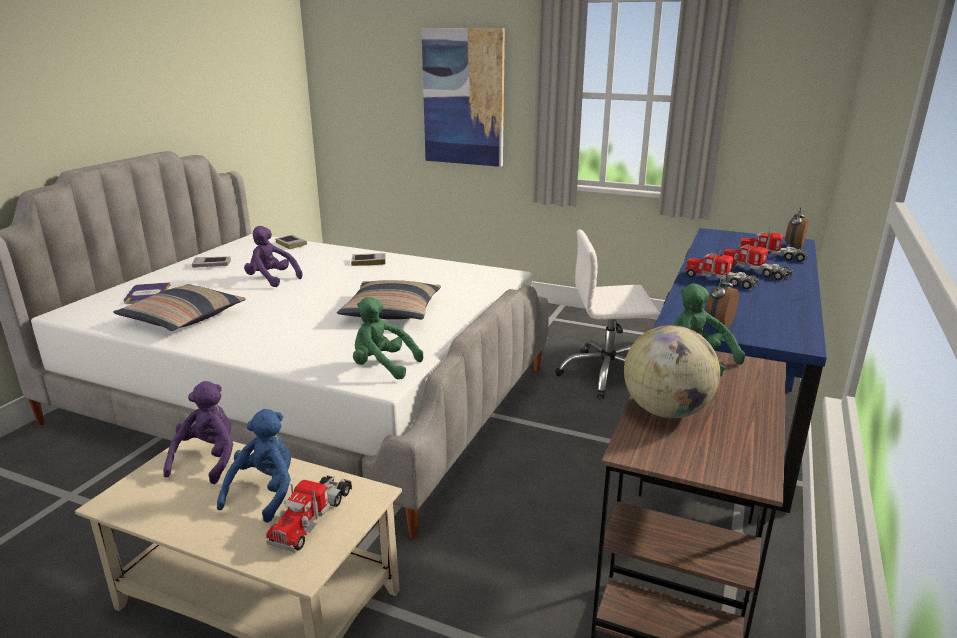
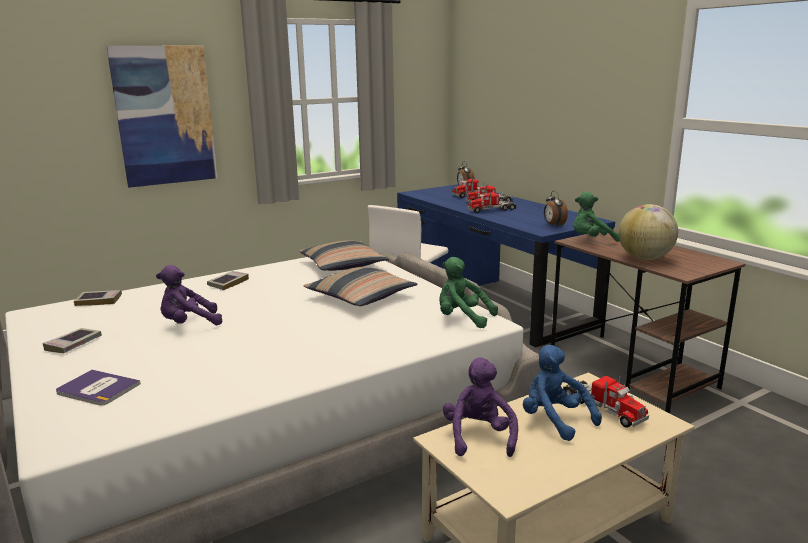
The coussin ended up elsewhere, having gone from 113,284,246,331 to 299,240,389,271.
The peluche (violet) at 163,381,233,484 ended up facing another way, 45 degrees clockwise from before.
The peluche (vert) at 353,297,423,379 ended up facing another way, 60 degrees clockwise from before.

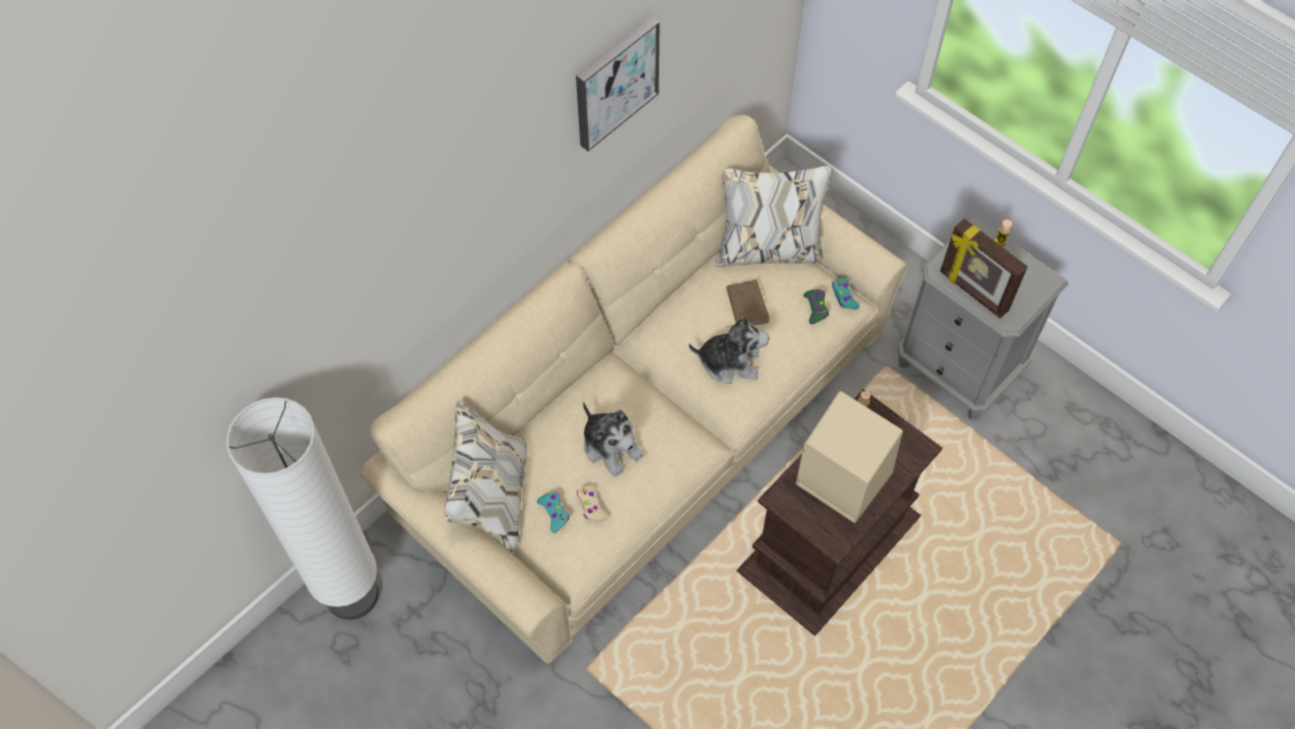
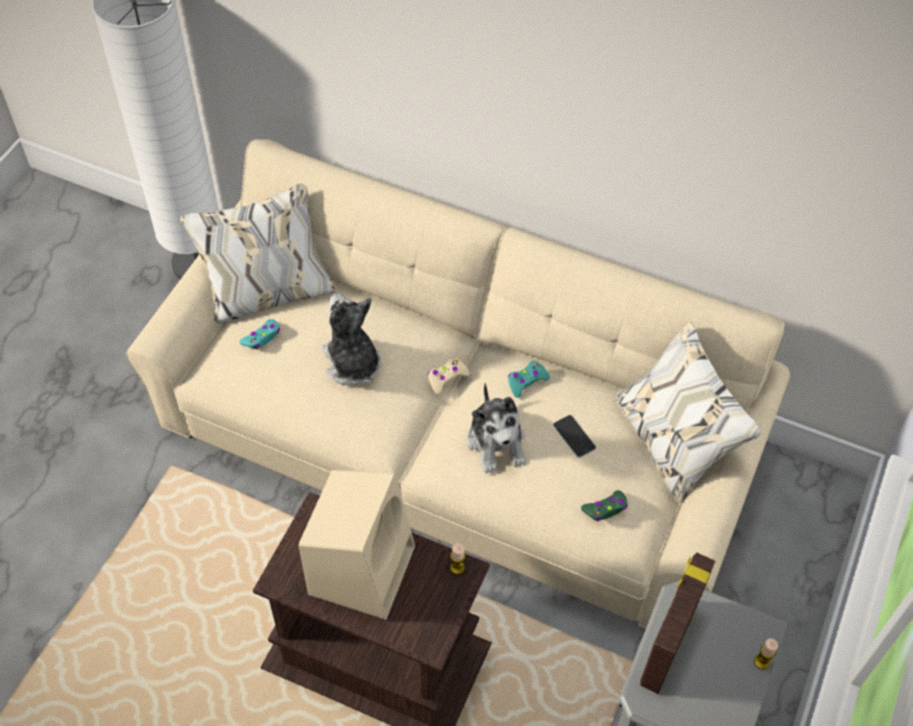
The second view lost the tableau at 576,16,660,151.
The manette (beige) ended up elsewhere, having gone from 577,485,607,521 to 428,357,470,394.
The manette (turquoise) ended up elsewhere, having gone from 832,278,860,310 to 508,361,550,398.
Where the livre (marron) stood at 726,280,770,327, the téléphone came to stand at 553,415,596,458.
The peluche at 583,402,644,477 ended up facing another way, 120 degrees clockwise from before.

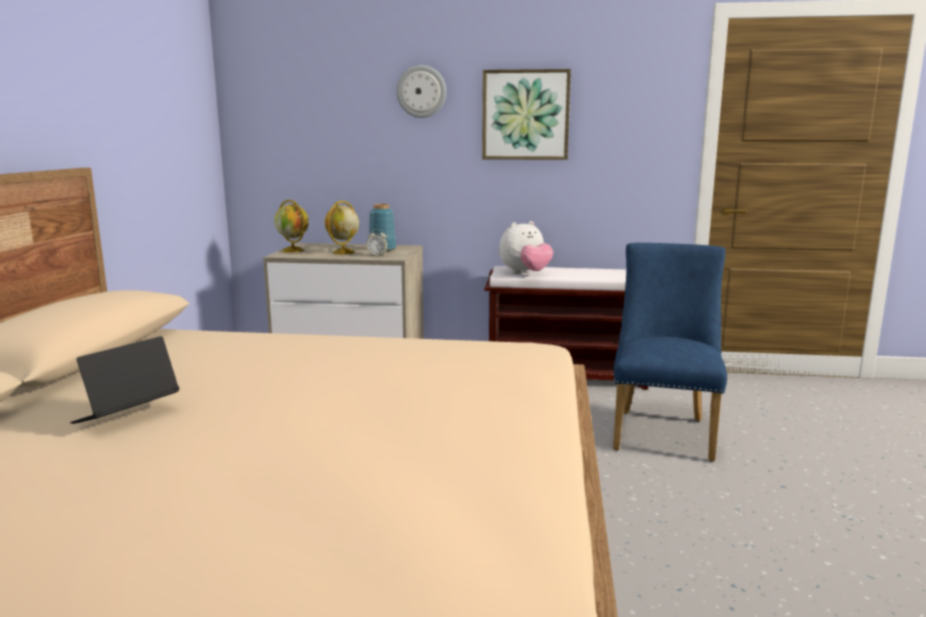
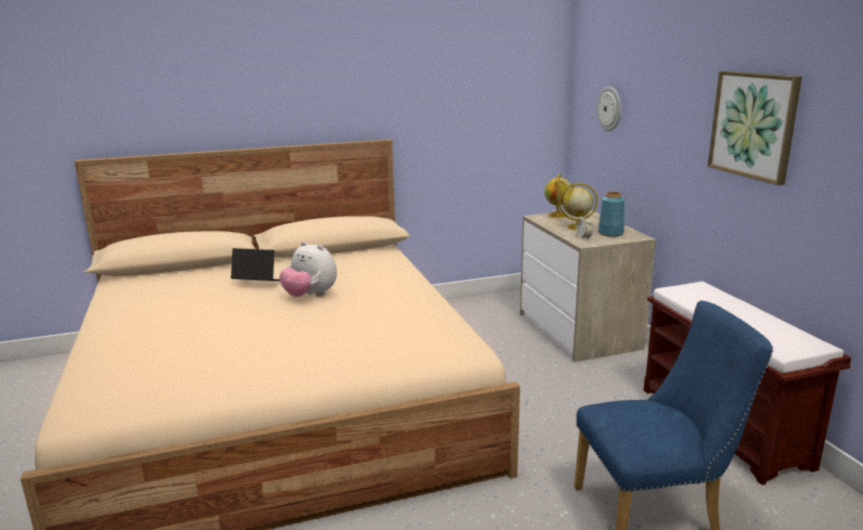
The horloge murale ended up elsewhere, having gone from 396,65,446,118 to 597,86,621,131.
The peluche ended up elsewhere, having gone from 499,221,553,274 to 279,242,337,297.

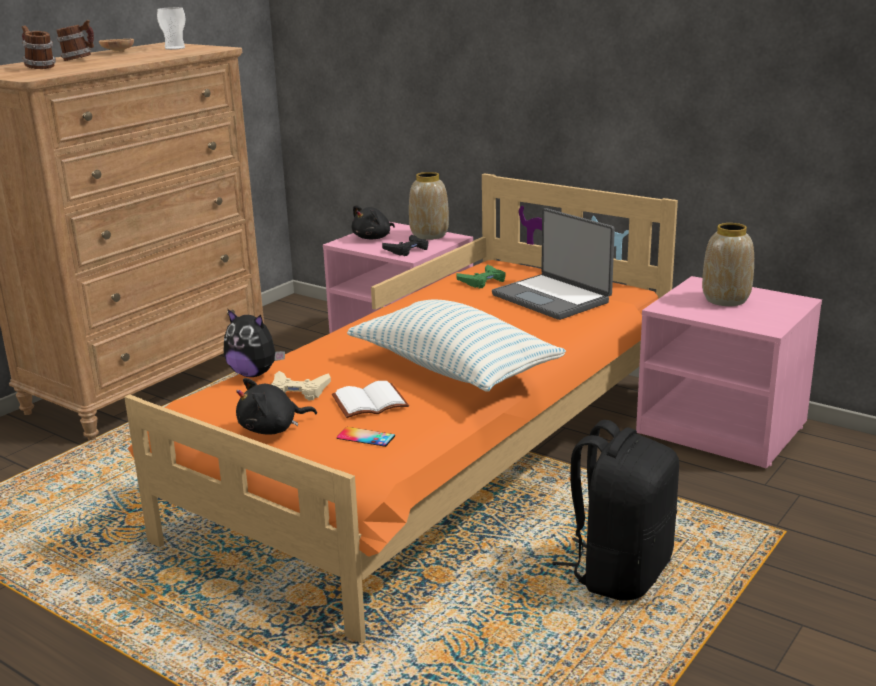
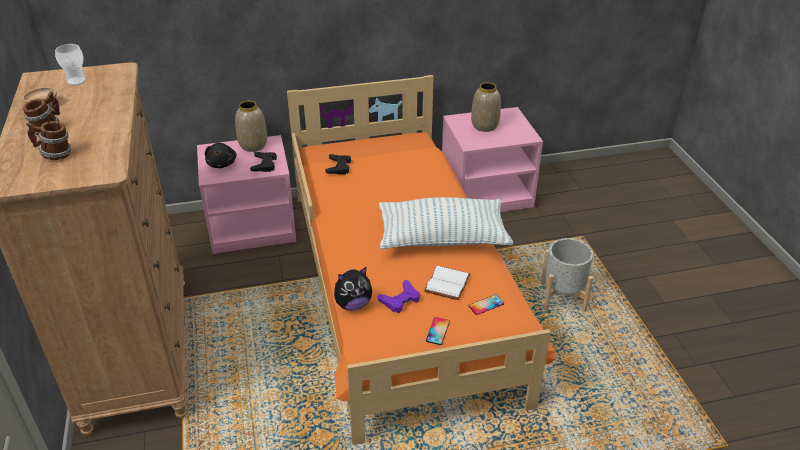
The second view lost the ordinateur portable at 492,208,615,320.
Where the peluche (noir) stood at 236,378,317,435, the téléphone came to stand at 426,317,450,345.
Where the sac à dos (noir) stood at 552,420,679,601, the cache-pot (gris) came to stand at 541,238,593,312.
What was the manette (beige) at 271,371,331,401 turned into the manette (violet) at 378,280,420,313.
What was the manette (vert) at 456,264,506,288 turned into the manette (noir) at 326,154,351,175.

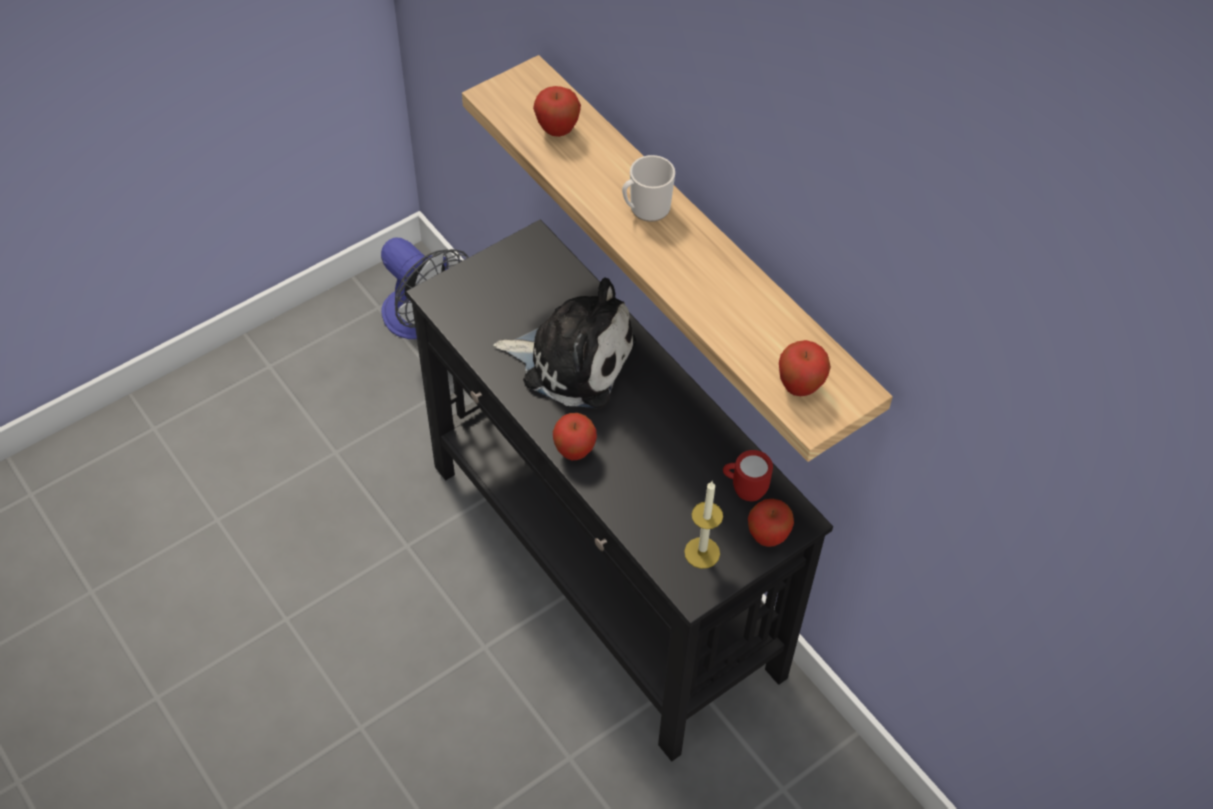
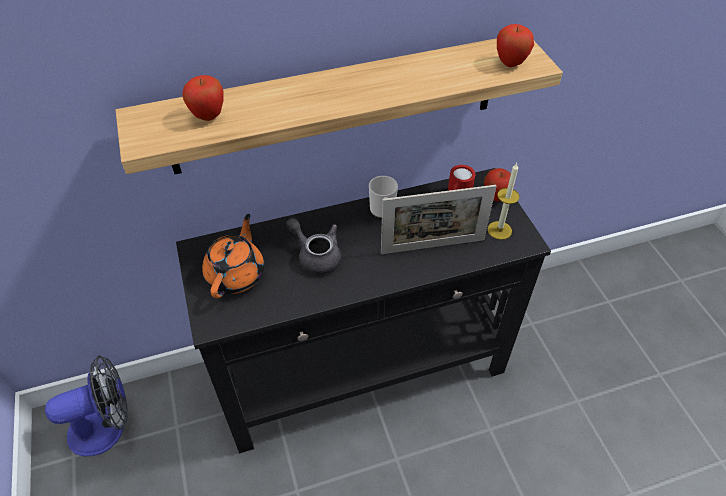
The second view lost the pomme at 553,413,597,460.
The second view gained the théière (orange) at 202,214,264,298.
The second view gained the cadre photo at 381,185,496,254.
The mug ended up elsewhere, having gone from 622,155,675,222 to 369,176,398,218.
Where the peluche stood at 493,277,636,409, the théière (gris) came to stand at 286,218,341,275.

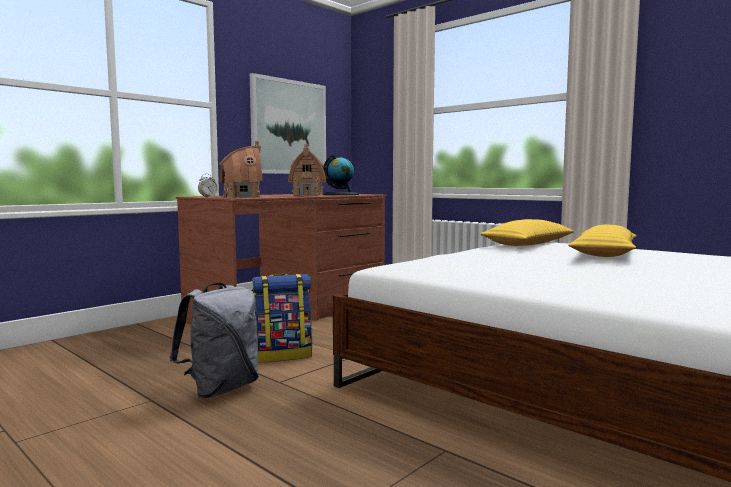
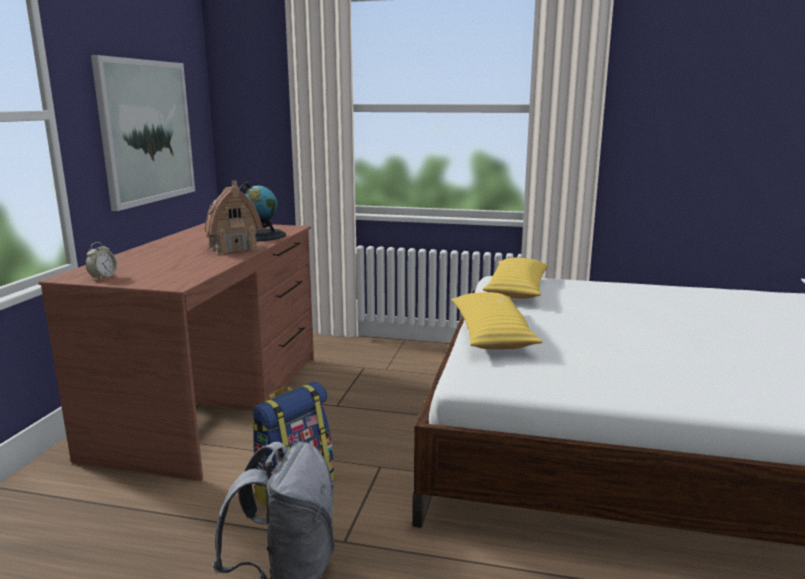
The second view lost the maison miniature at 219,141,263,198.
The coussin (jaune) ended up elsewhere, having gone from 568,225,637,257 to 451,292,543,349.

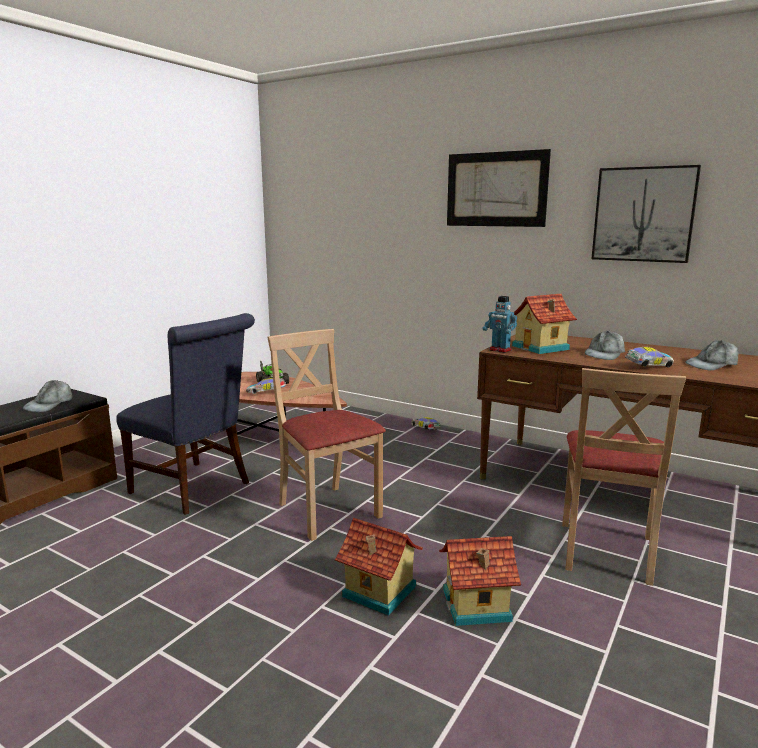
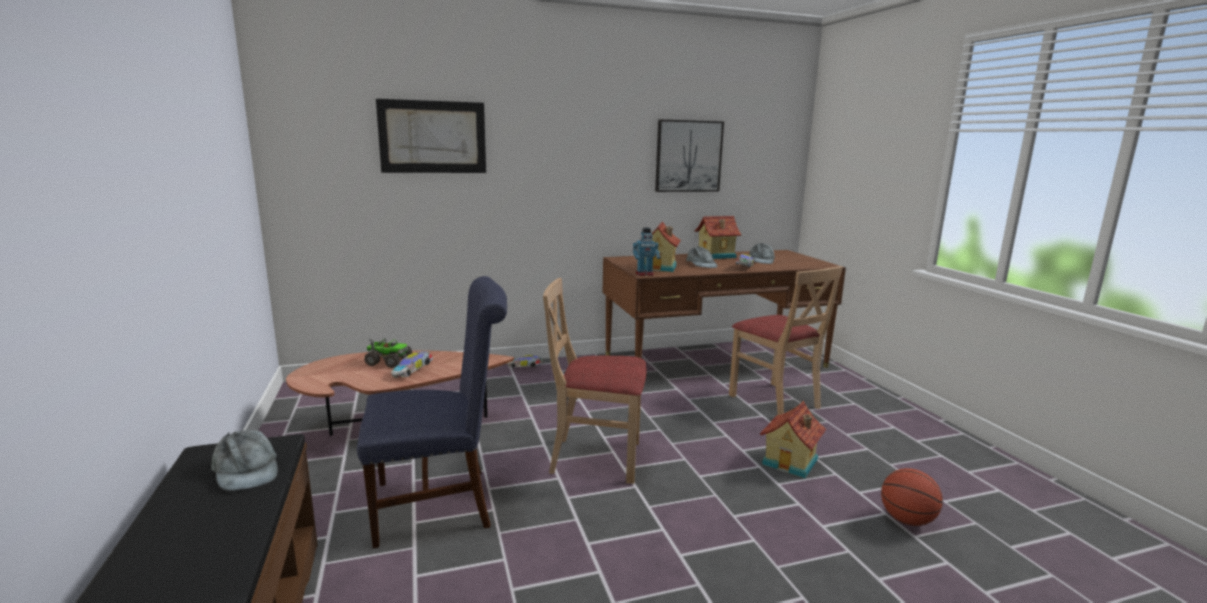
The second view gained the ballon de basket at 881,468,943,526.
The maison miniature ended up elsewhere, having gone from 335,518,423,616 to 695,216,741,259.
The tableau ended up elsewhere, having gone from 447,149,551,227 to 376,99,486,173.

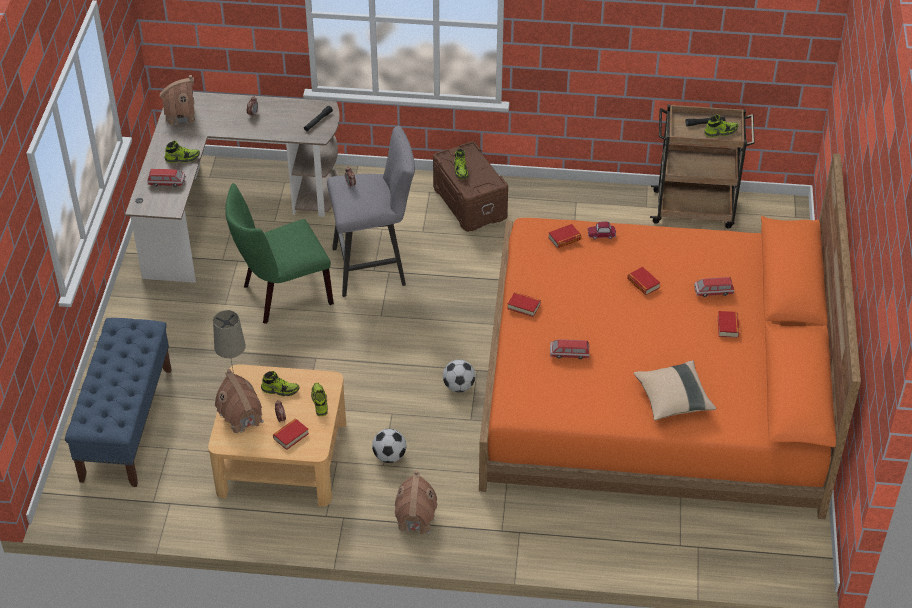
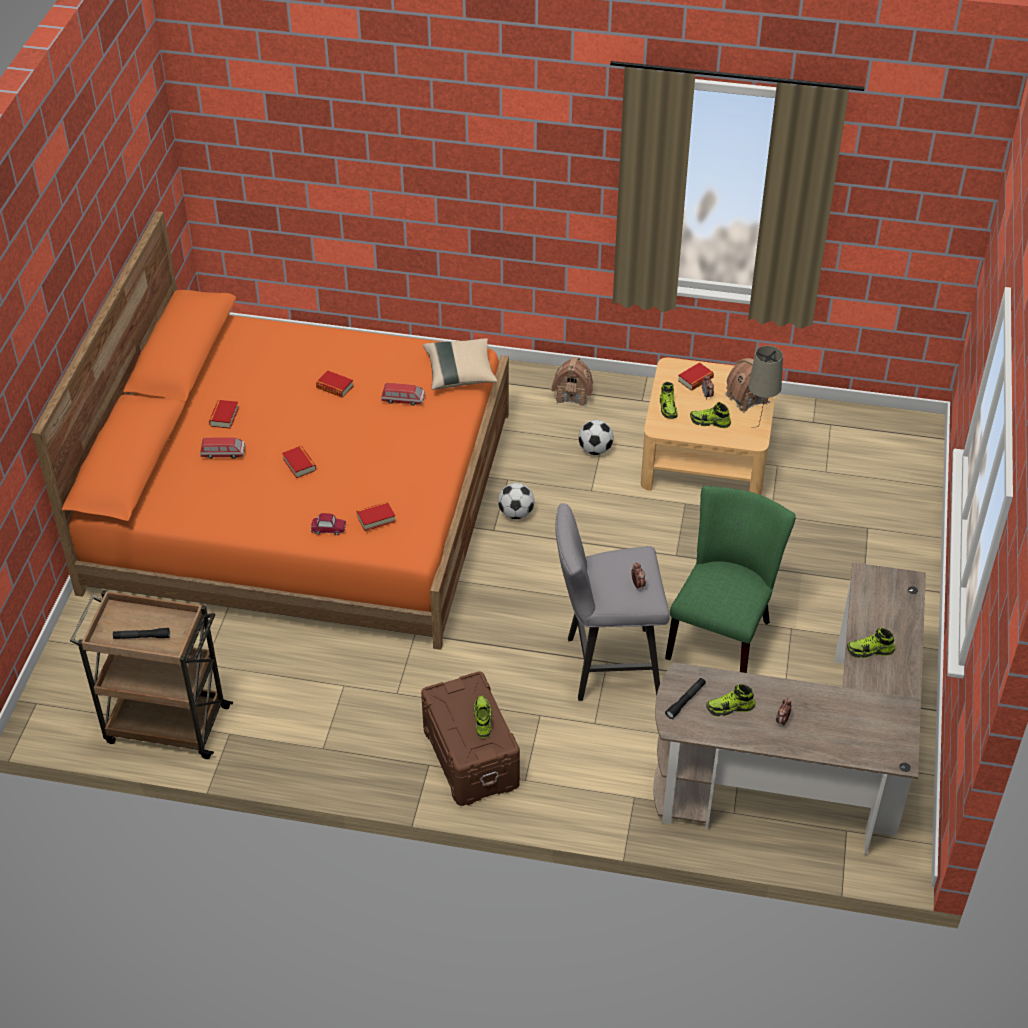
The second view lost the banc (bleu) at 65,318,171,487.
The second view lost the petite voiture at 147,169,185,187.
The second view lost the maison miniature at 160,75,196,126.
The livre ended up elsewhere, having gone from 508,292,541,317 to 316,370,353,398.
The coussin (beige) ended up elsewhere, having gone from 634,360,716,421 to 423,339,498,390.
The chaussure ended up elsewhere, having gone from 704,114,738,137 to 706,684,755,716.
The chaise (vert) at 225,183,334,324 ended up facing another way, 45 degrees counterclockwise from before.

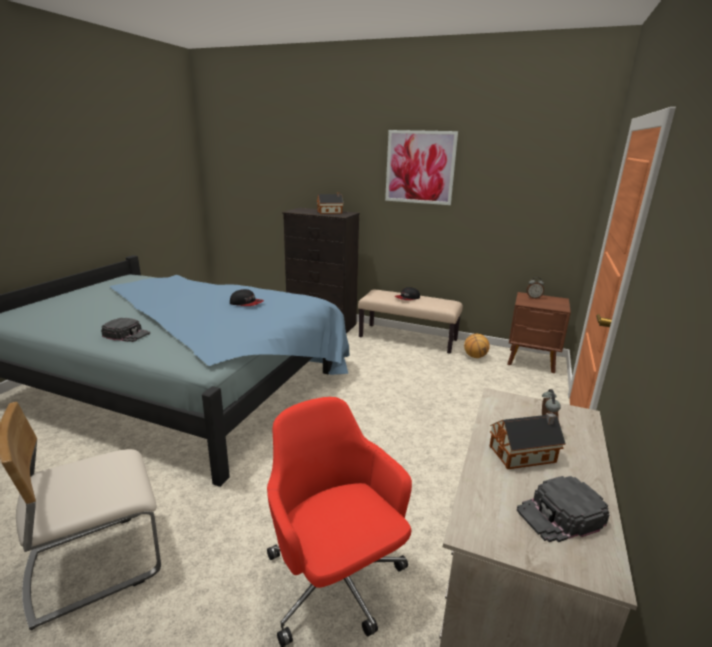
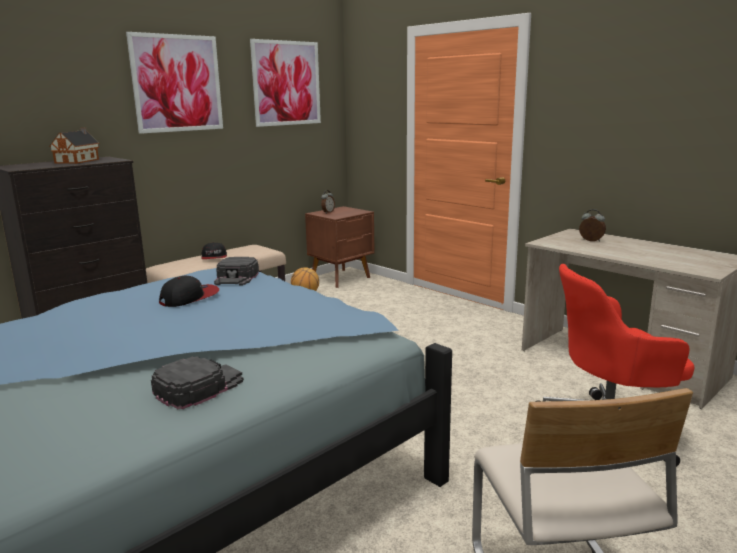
The second view lost the maison miniature at 489,412,566,469.
The second view gained the tableau at 250,39,321,127.
The casquette (noir) ended up elsewhere, having gone from 517,476,609,542 to 214,257,259,285.

